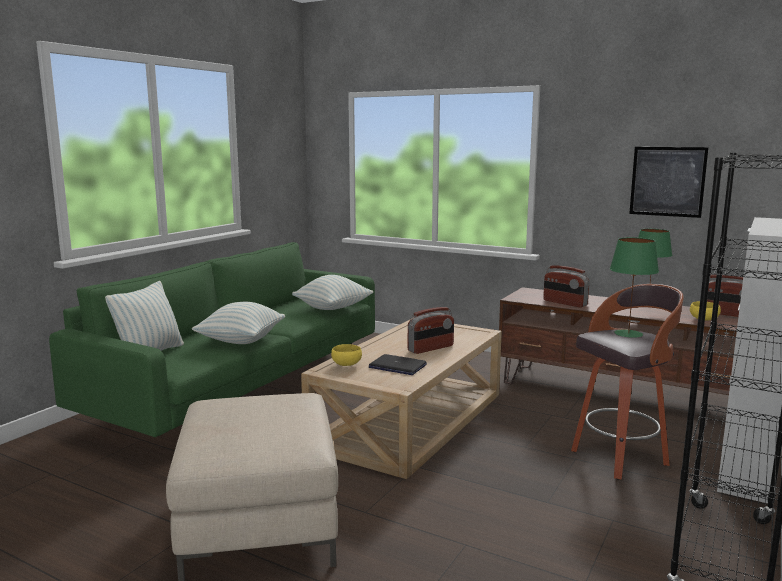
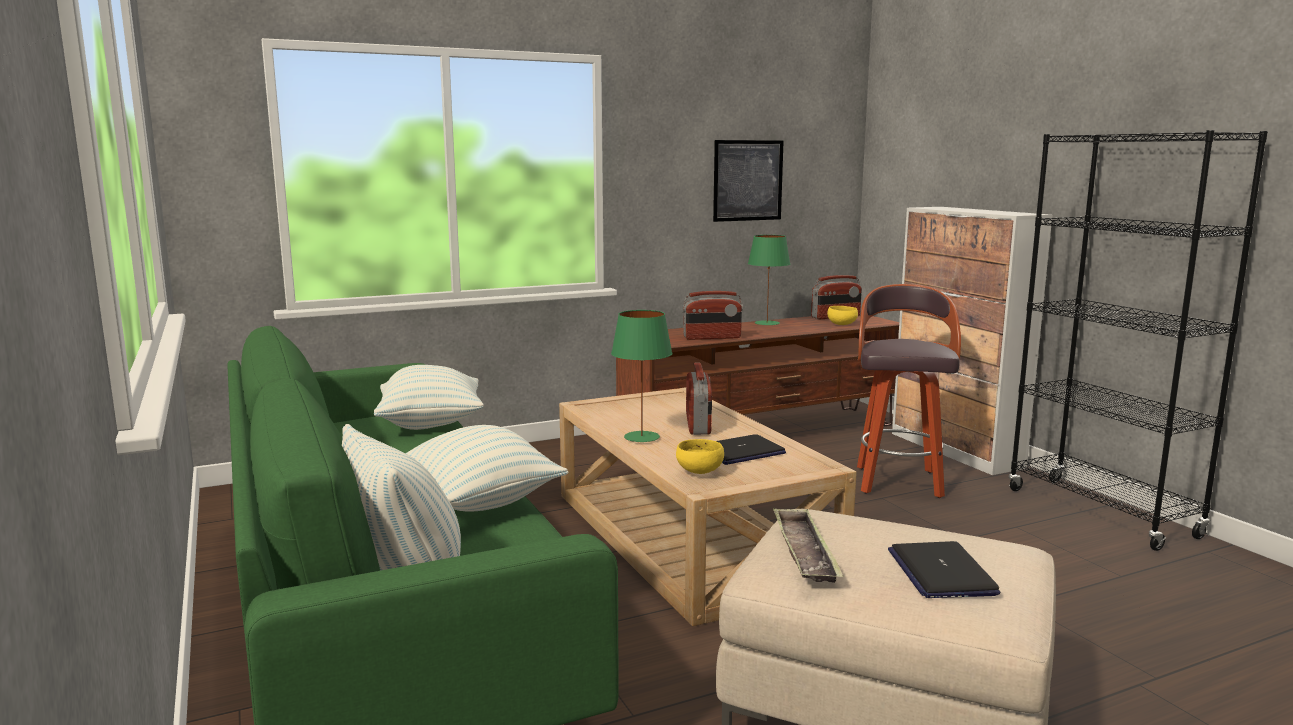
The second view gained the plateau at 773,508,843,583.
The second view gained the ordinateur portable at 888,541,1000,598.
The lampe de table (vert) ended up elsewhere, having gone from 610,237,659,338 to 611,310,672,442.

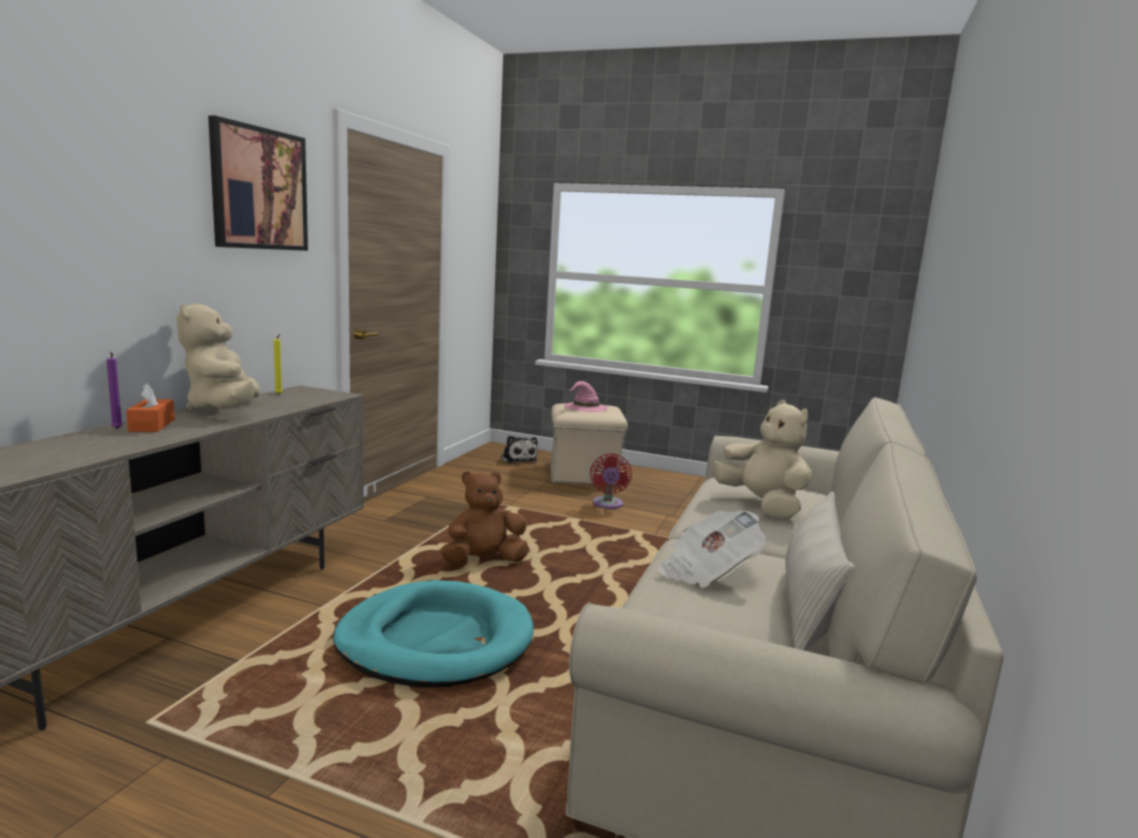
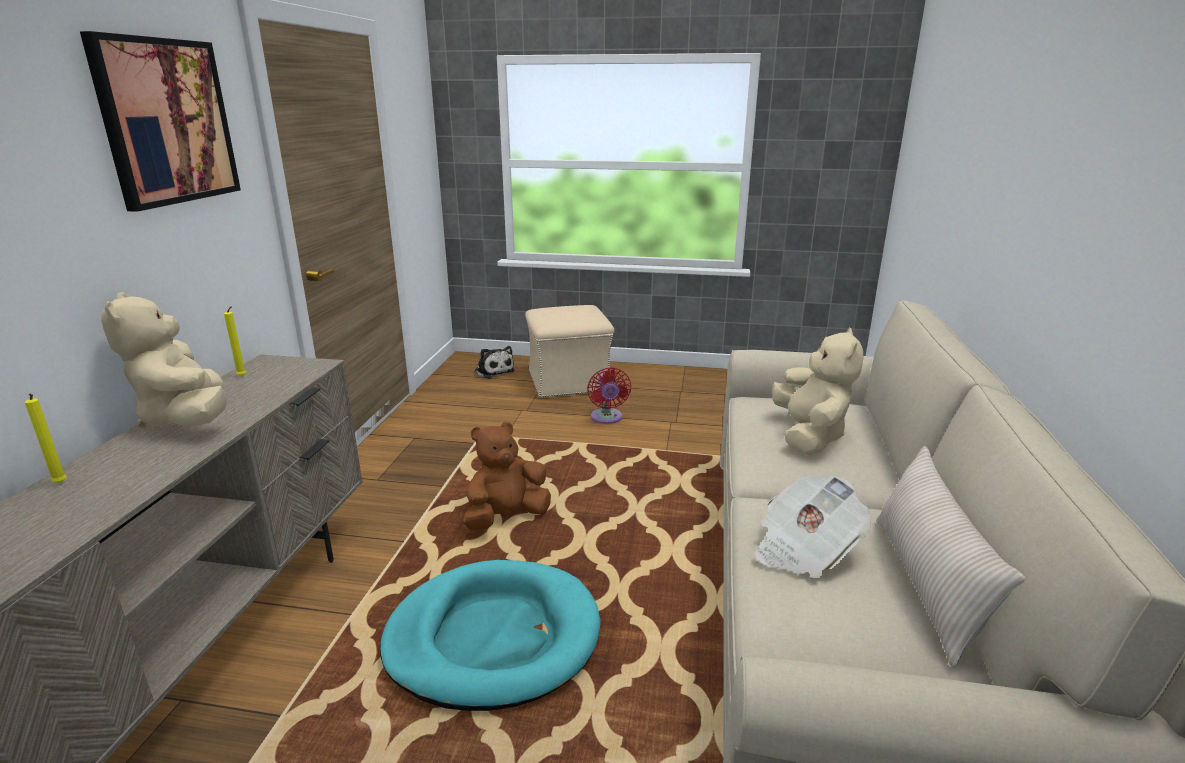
The second view lost the boîte à mouchoirs (orange) at 126,384,175,432.
The second view lost the chapeau (rose) at 564,381,609,412.
What was the bougie (violet) at 106,352,123,429 turned into the bougie (jaune) at 25,394,67,483.
The peluche (beige) at 713,400,812,519 ended up facing another way, 45 degrees clockwise from before.

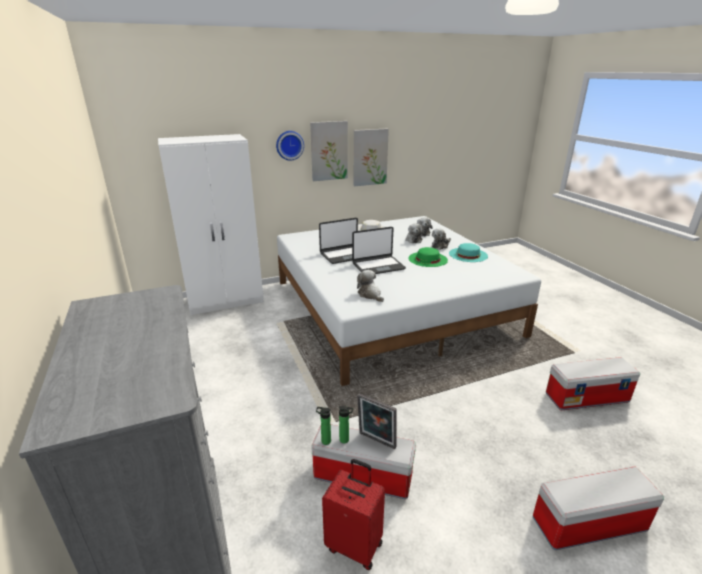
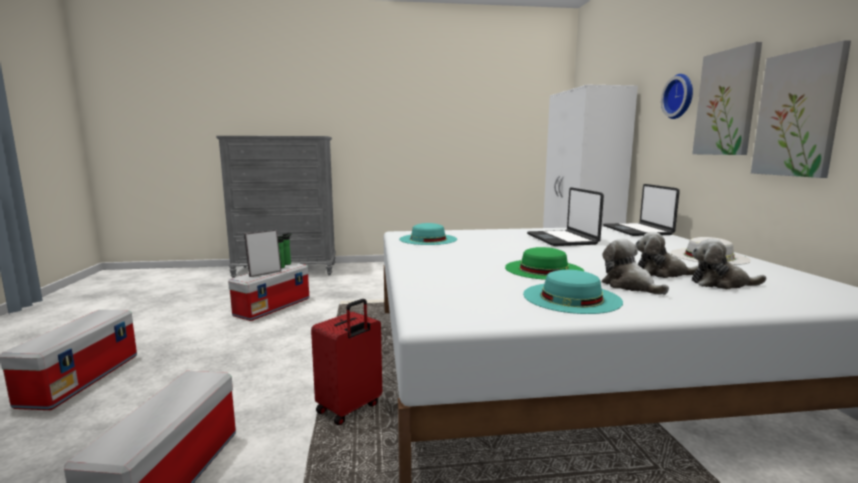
The valise (rouge) ended up elsewhere, having gone from 322,459,385,570 to 311,299,382,425.
The ordinateur portable ended up elsewhere, having gone from 352,227,406,274 to 603,184,680,236.
Where the peluche stood at 357,270,384,302, the chapeau (turquoise) came to stand at 399,223,457,245.

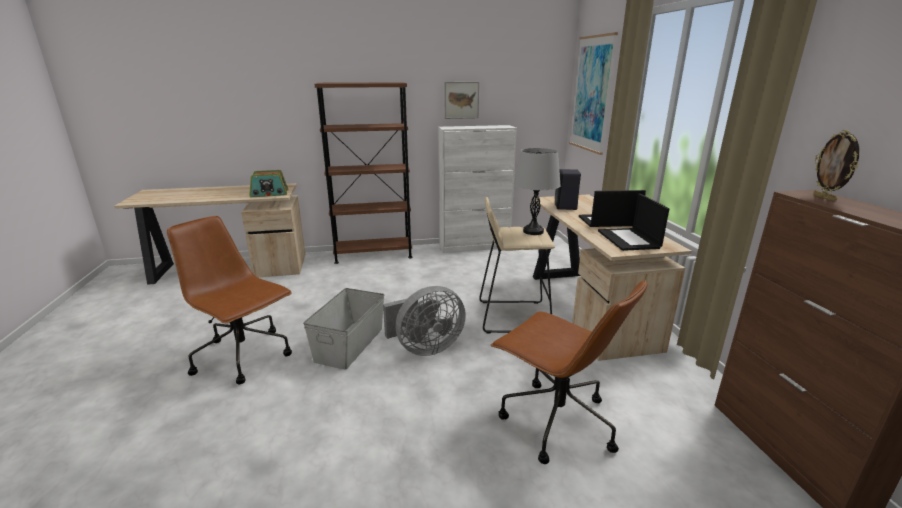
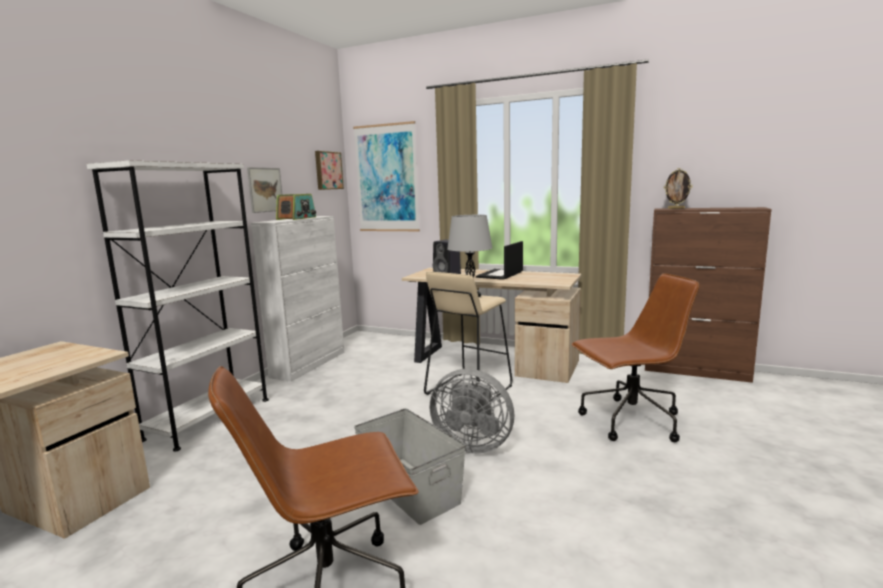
The second view lost the ordinateur portable at 598,193,669,251.
The second view gained the tableau at 315,151,344,190.
The radio ended up elsewhere, having gone from 249,170,288,197 to 276,194,316,220.
What was the bibliothèque (marron) at 314,82,412,264 turned into the bibliothèque (blanc) at 87,160,269,451.
The ventilateur (gris) at 383,286,466,356 ended up facing another way, 105 degrees clockwise from before.

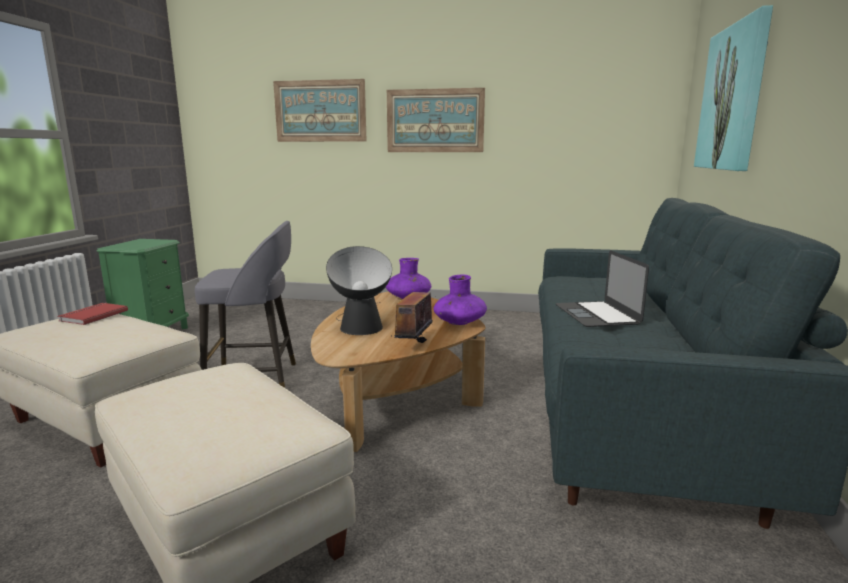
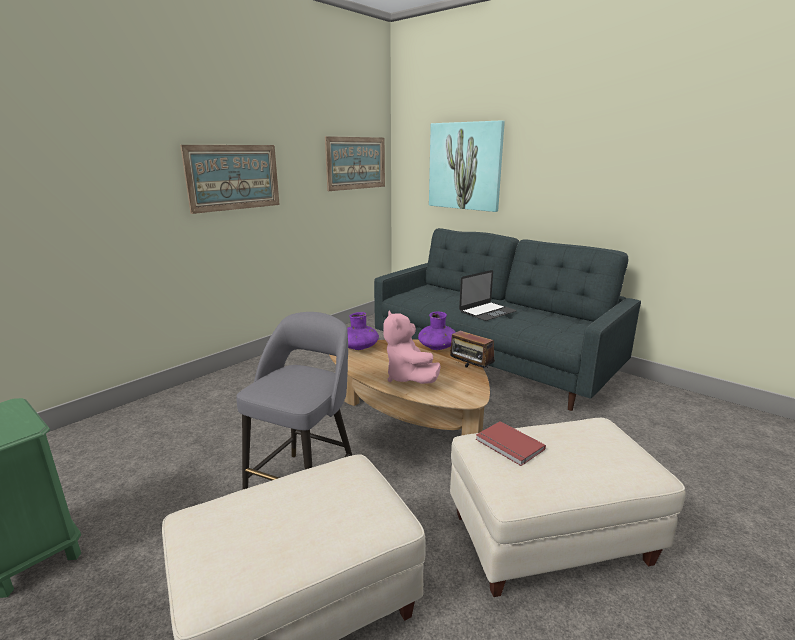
The livre (rouge) ended up elsewhere, having gone from 57,303,128,325 to 476,421,546,466.
The tableau ended up elsewhere, having gone from 273,79,367,142 to 325,136,385,191.
Where the lampe de table stood at 326,246,392,335, the peluche (rose) came to stand at 383,310,441,384.
The ordinateur portable at 556,250,649,327 ended up facing another way, 60 degrees counterclockwise from before.

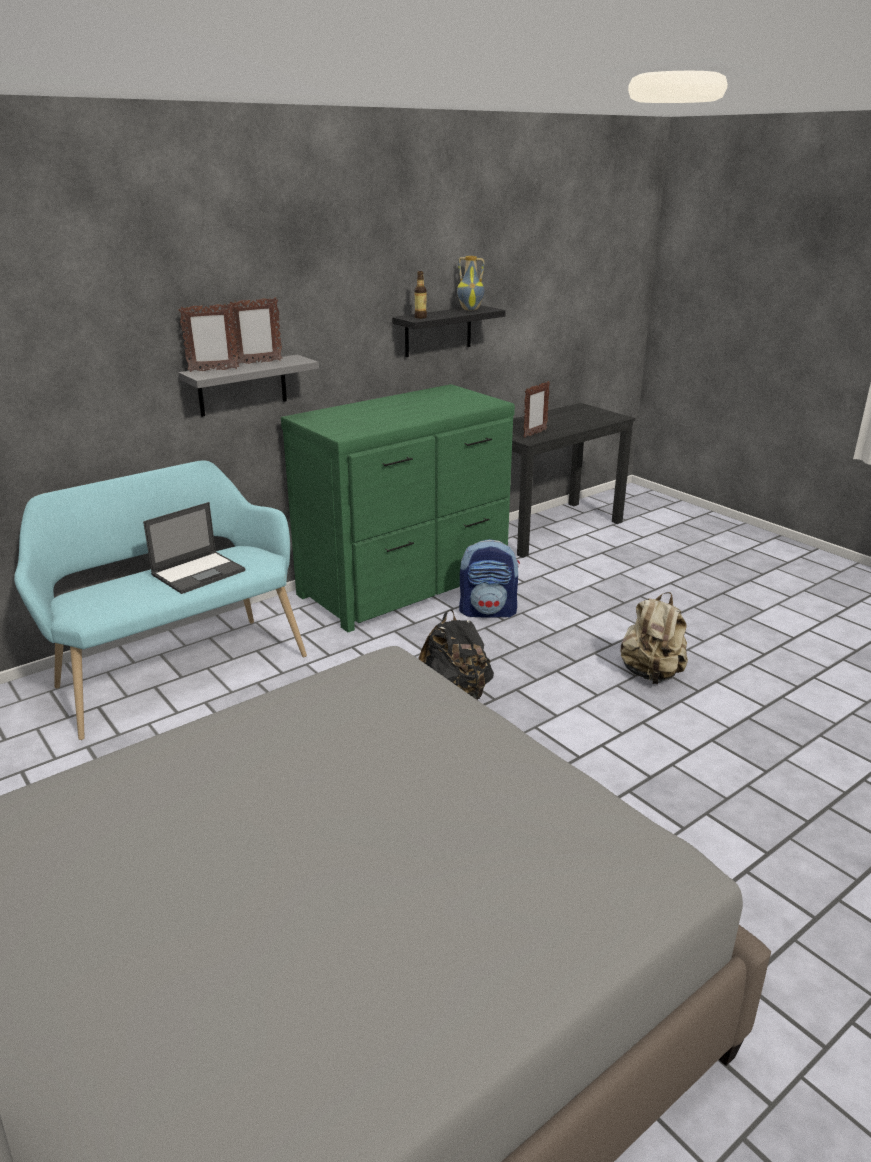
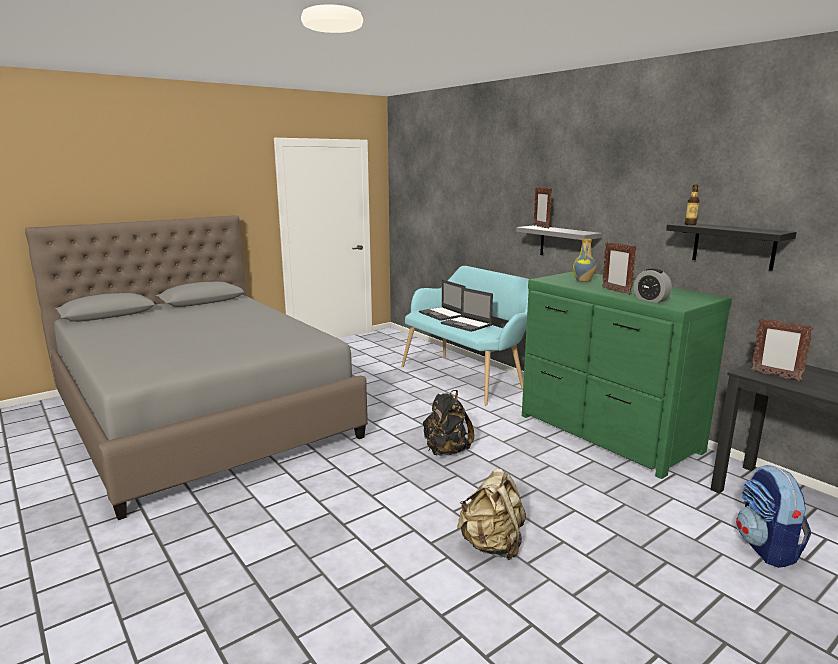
The second view gained the ordinateur portable at 419,280,465,321.
The second view gained the réveil at 634,268,672,303.
The cadre photo ended up elsewhere, having gone from 228,297,283,364 to 602,242,637,295.
The vase ended up elsewhere, having gone from 457,256,484,310 to 573,239,597,282.
The sac à dos ended up elsewhere, having gone from 459,539,520,618 to 736,465,811,568.

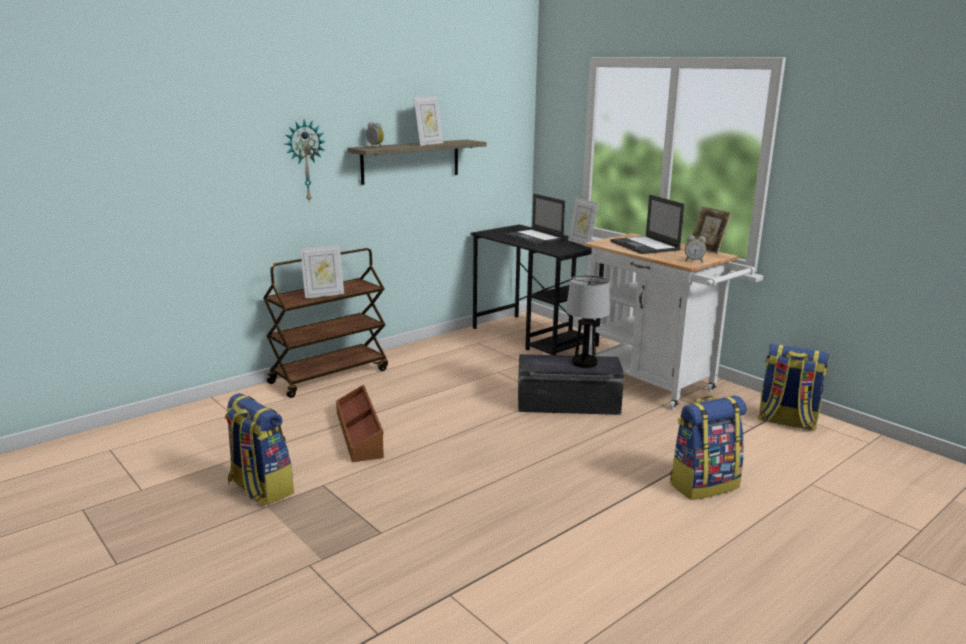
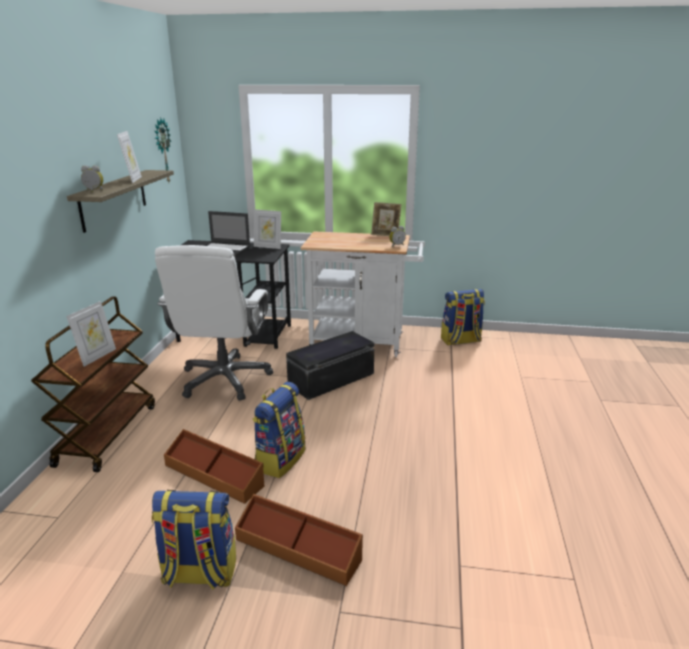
The second view lost the lampe de table at 566,275,610,368.
The second view lost the ordinateur portable at 610,195,685,254.
The second view gained the chaise de bureau (blanc) at 155,245,273,401.
The second view gained the boîte de rangement (marron) at 235,494,363,586.
The horloge murale ended up elsewhere, having gone from 285,119,326,203 to 155,117,171,182.
The sac à dos ended up elsewhere, having gone from 670,396,746,500 to 252,382,306,478.

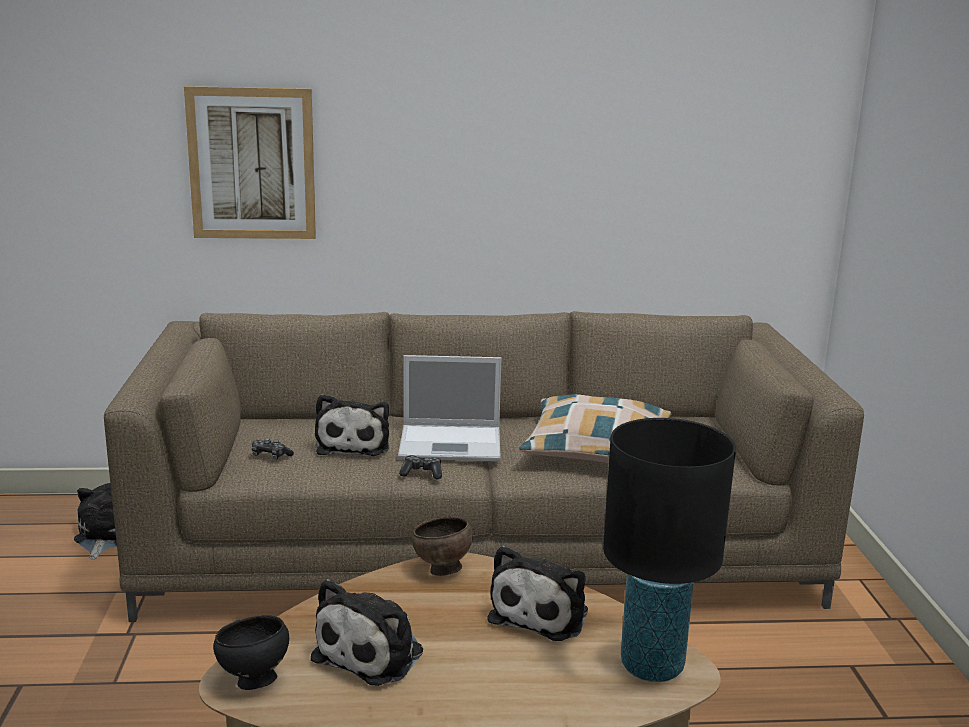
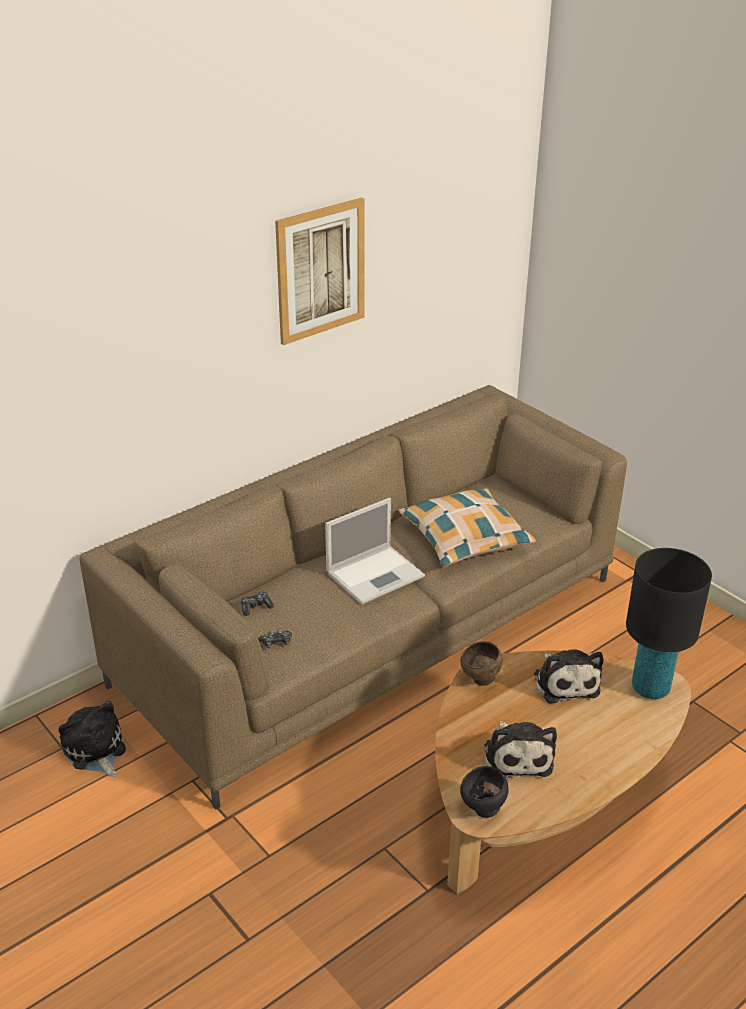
The second view lost the peluche at 315,394,389,456.
The tableau ended up elsewhere, having gone from 184,86,316,239 to 275,197,365,345.
The manette ended up elsewhere, having gone from 399,455,442,479 to 241,591,274,616.

